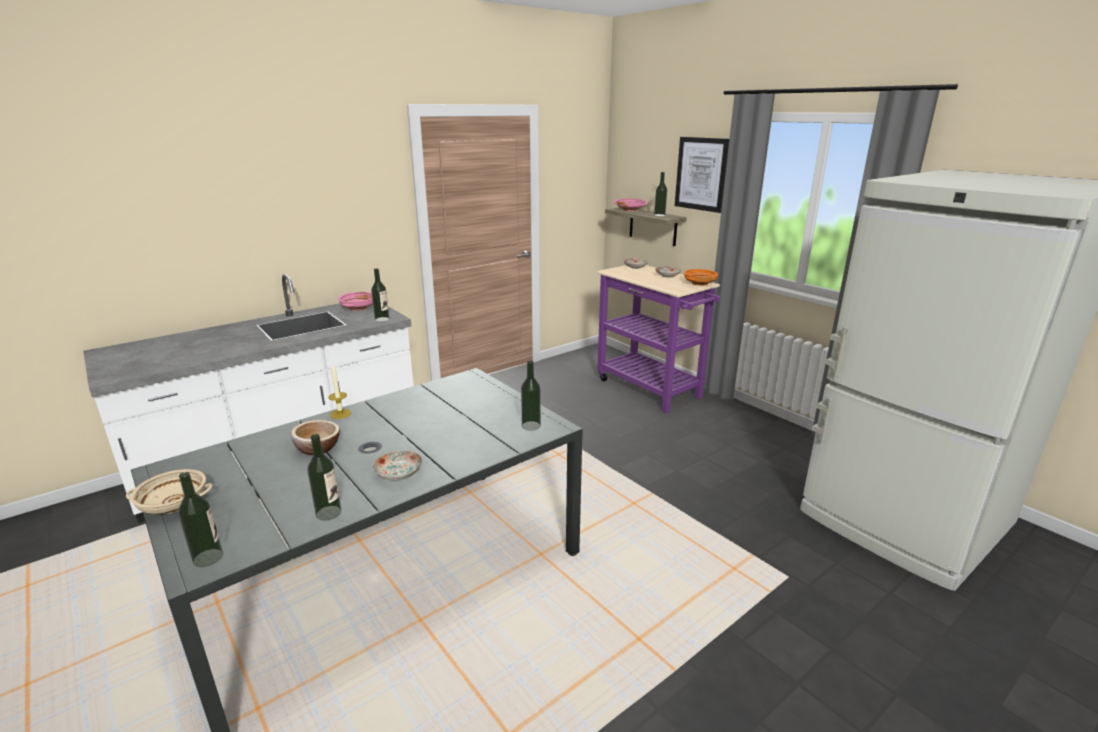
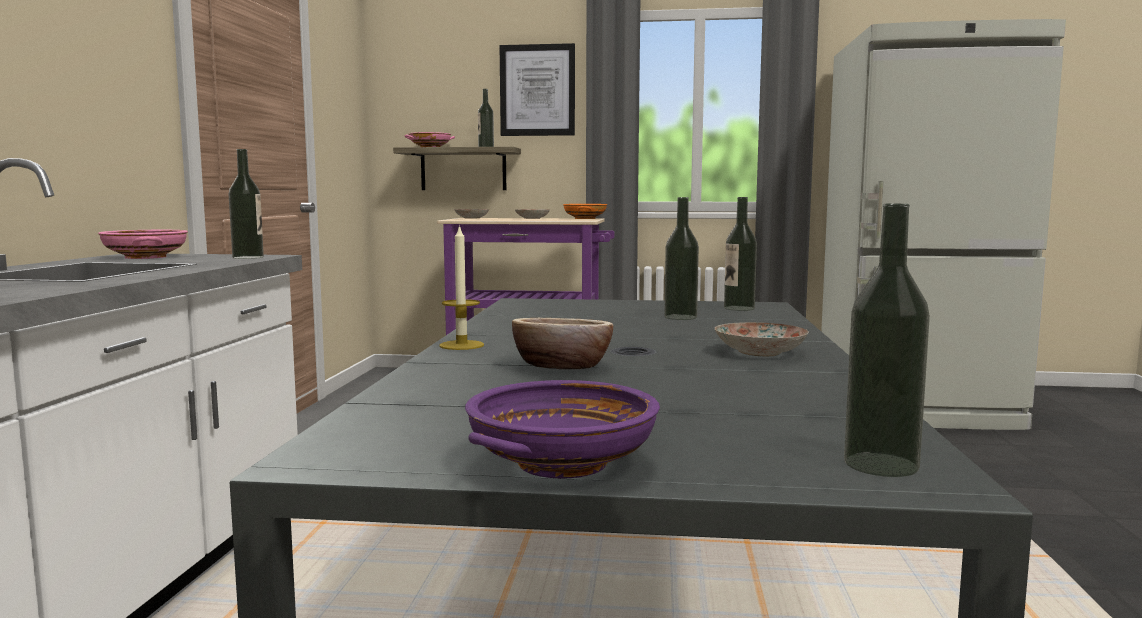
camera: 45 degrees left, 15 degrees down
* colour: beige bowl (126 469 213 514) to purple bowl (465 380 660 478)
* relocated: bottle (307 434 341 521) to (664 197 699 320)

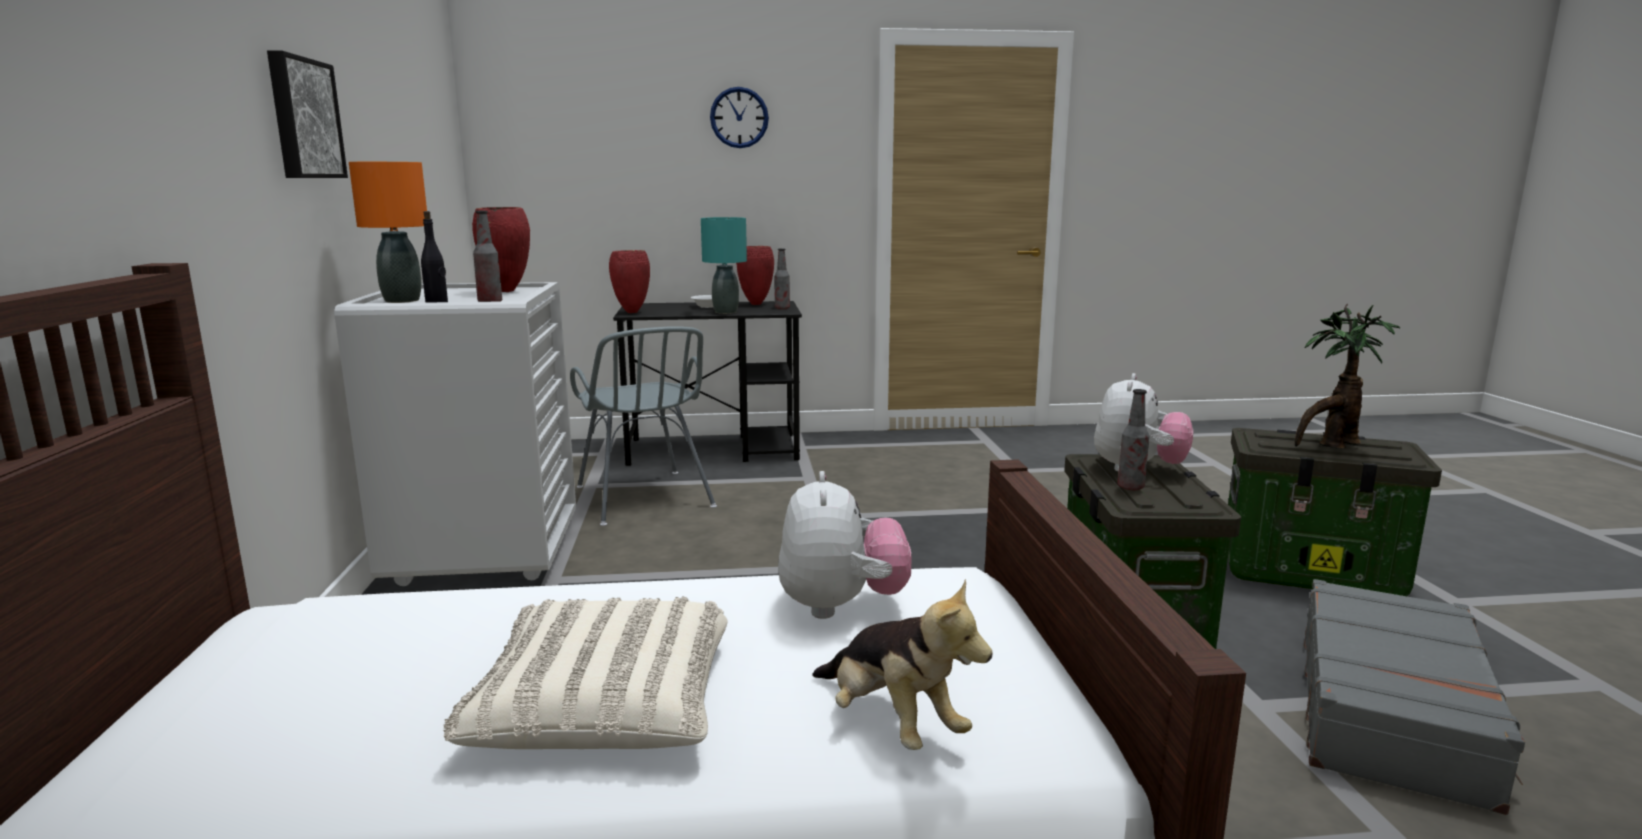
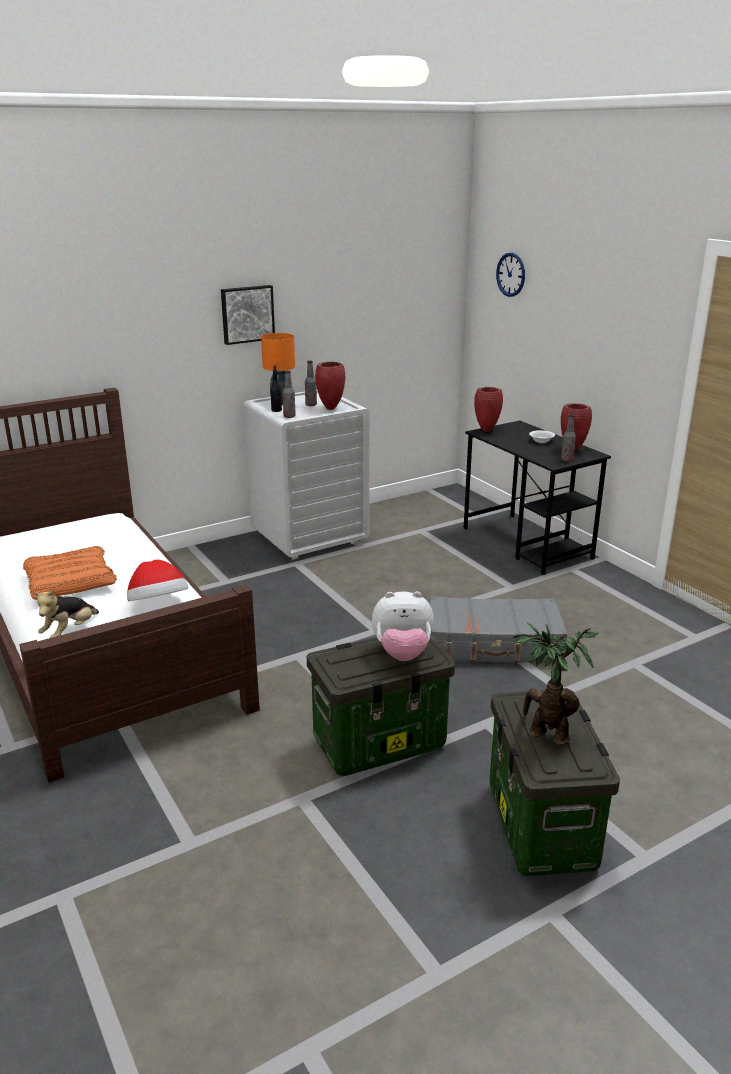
camera: 65 degrees right, 10 degrees up
* colour: beige pillow (442 596 728 749) to orange pillow (23 546 117 600)
* missing: grey chair (570 326 717 526)
* missing: turquoise table lamp (701 217 747 314)
* relocated: wall clock (710 87 769 148) to (496 253 525 297)
* exchanged: plush toy (778 471 912 619) to hat (127 560 188 601)
* relocated: bottle (1117 389 1149 490) to (305 360 317 406)
* relocated: grey suitcase (1304 579 1525 815) to (429 597 568 663)

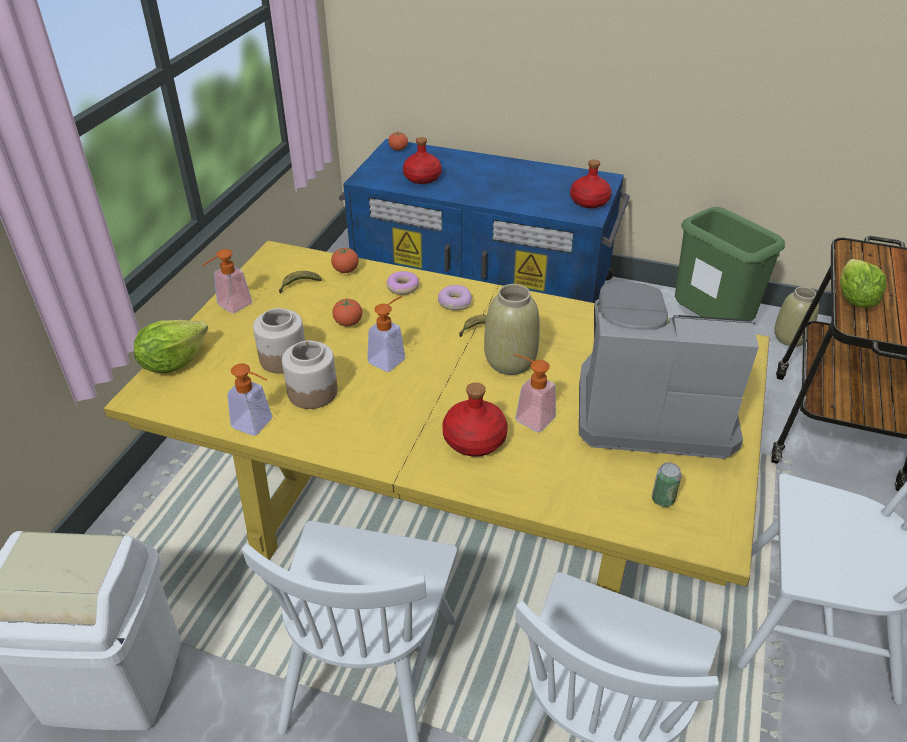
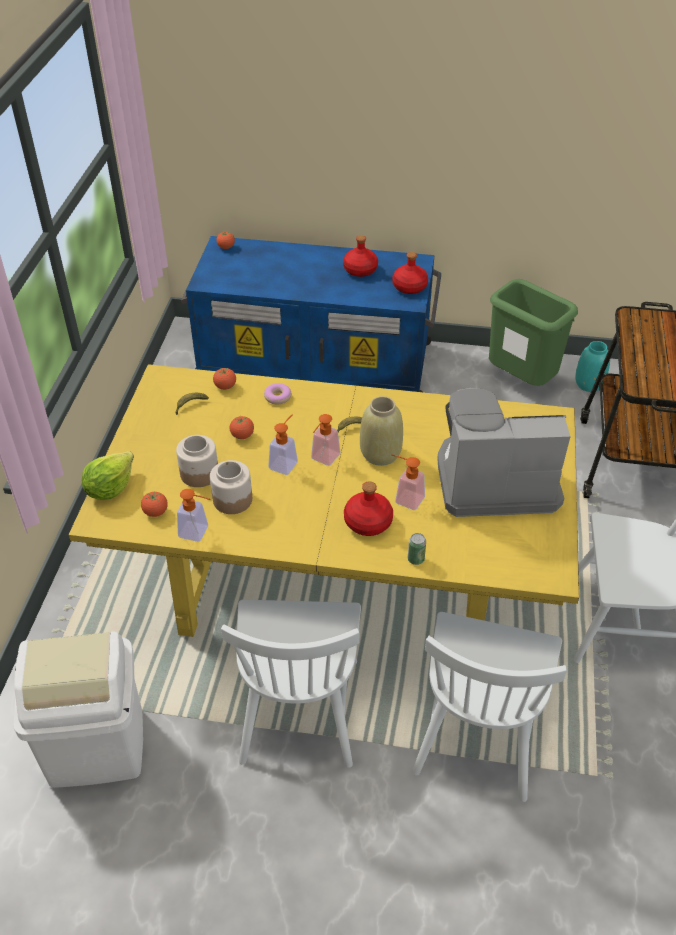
camera: 10 degrees left, 5 degrees up
* relocated: soap dispenser (202 249 252 313) to (311 414 341 466)
* relocated: red bottle (403 137 442 184) to (343 235 378 277)
* missing: donut (438 285 472 310)
* relocated: can (652 462 682 507) to (408 533 426 565)
* colour: beige vase (774 287 819 347) to turquoise vase (575 341 610 392)
* missing: lettuce (840 259 886 308)
* appeared: tomato (141 492 168 517)

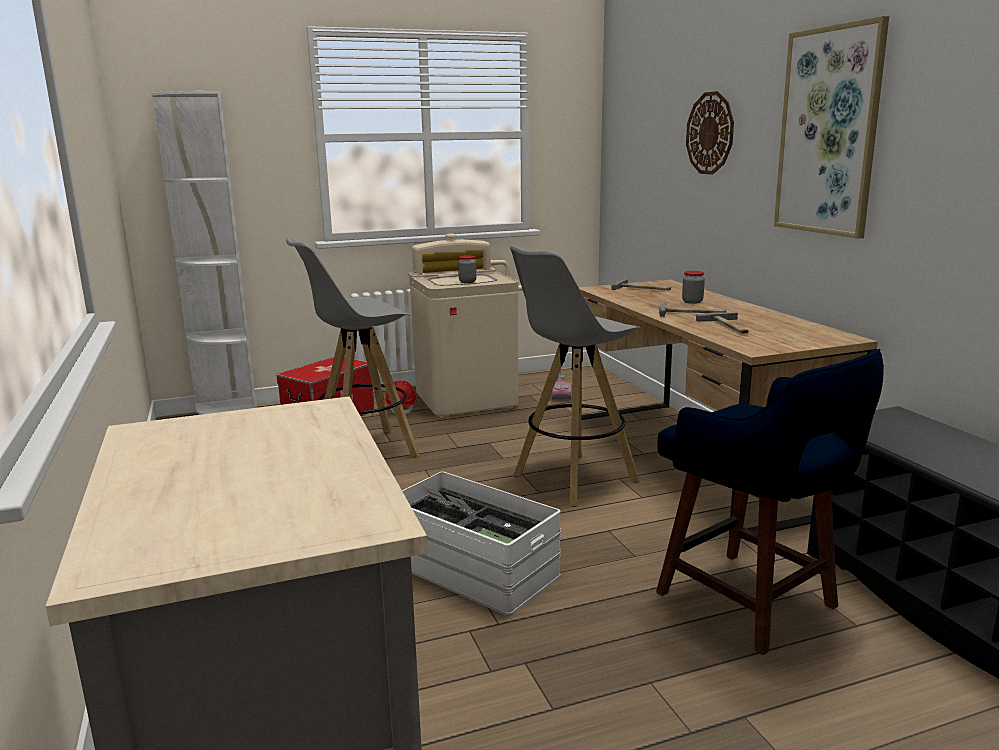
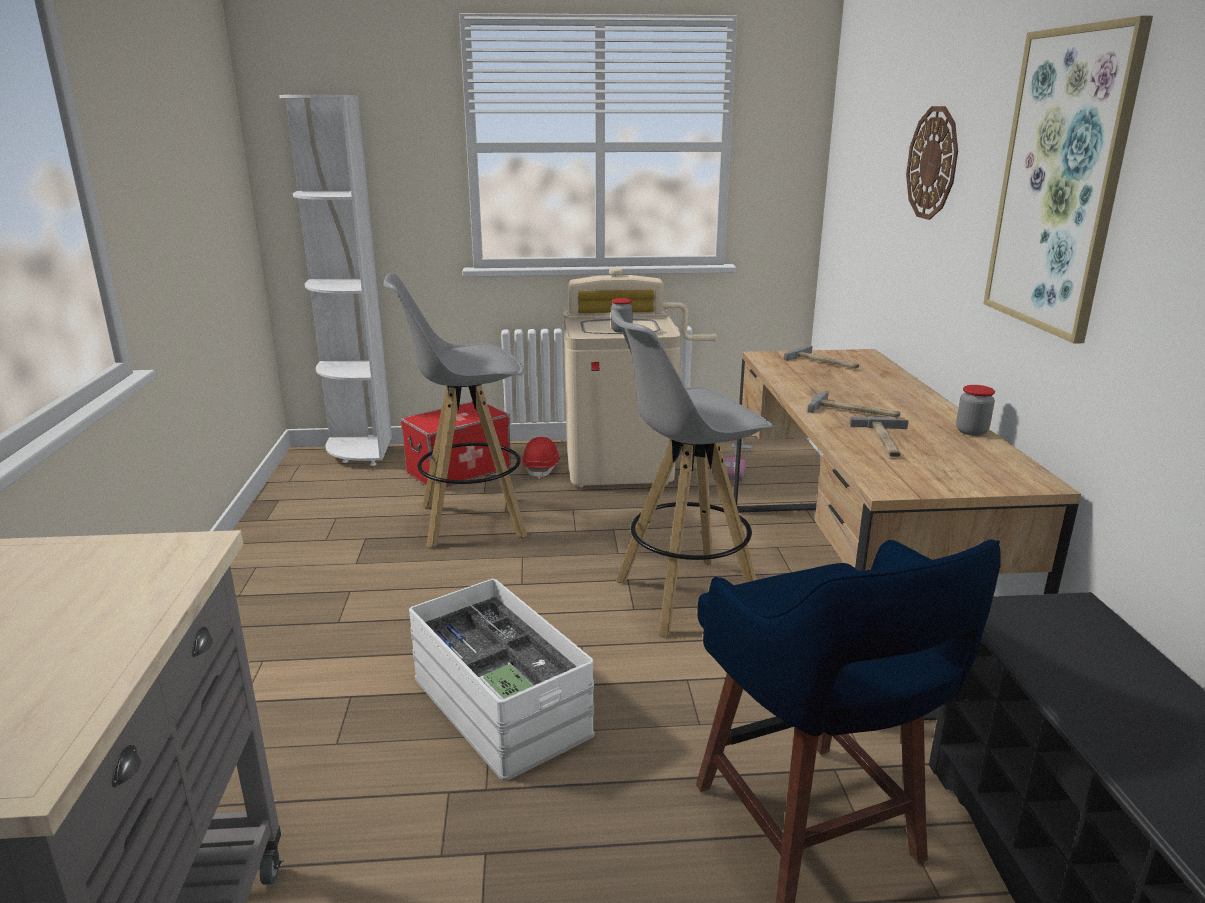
camera: 15 degrees right, 5 degrees up
* relocated: jar (682 271 705 304) to (956 385 995 436)

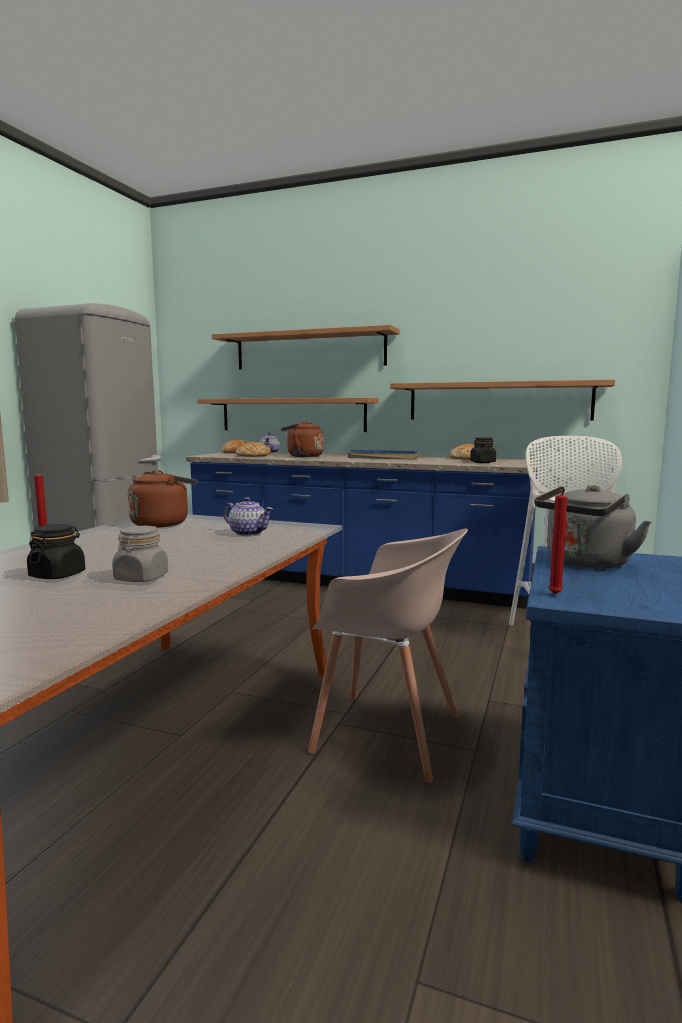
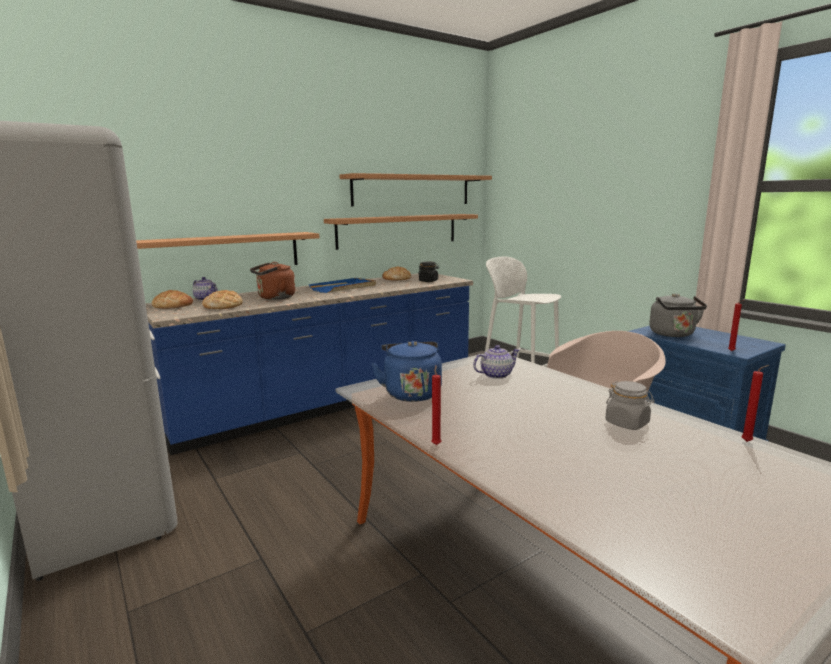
camera: 55 degrees left, 5 degrees up
* missing: black jar (27 524 85 579)
* colour: brown kettle (128 470 197 528) to blue kettle (371 341 442 402)
* relocated: shelf (212 325 400 370) to (339 173 492 207)
* appeared: red candle (742 365 769 442)

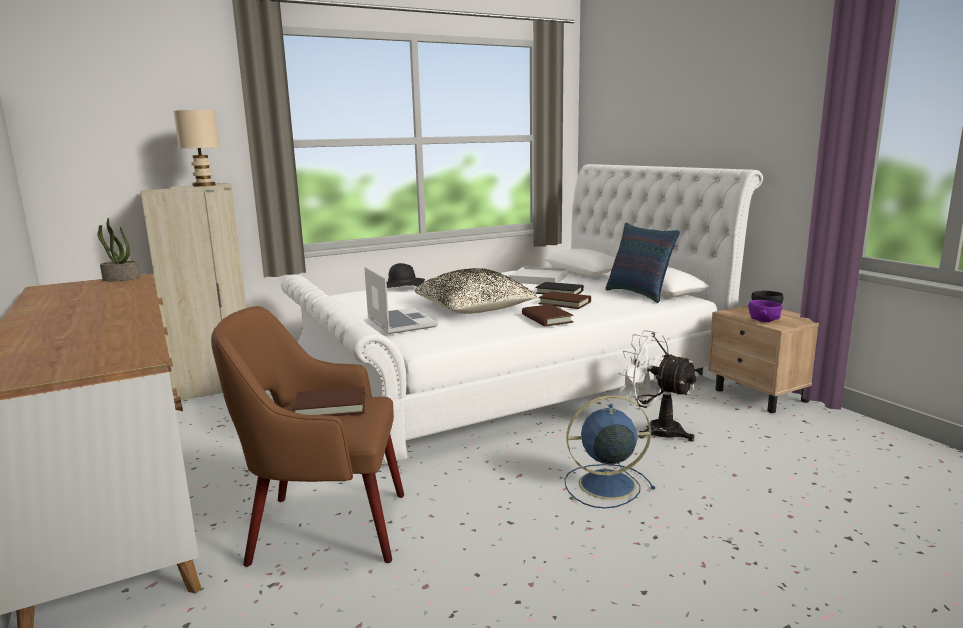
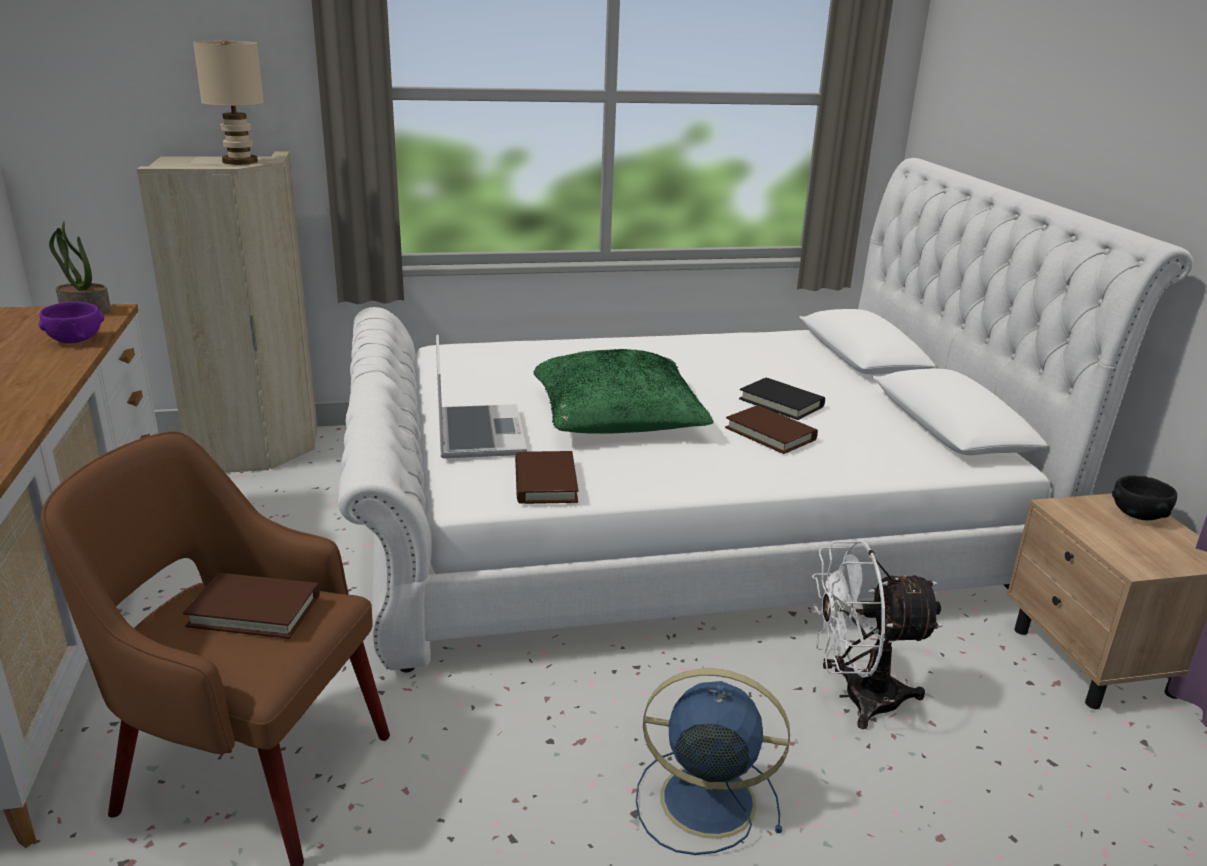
camera: 15 degrees right, 10 degrees up
* missing: black hat (387 263 425 288)
* colour: beige pillow (415 268 537 314) to green pillow (533 349 713 434)
* missing: white tray (509 266 568 285)
* relocated: brown book (522 304 574 326) to (515 451 578 504)
* missing: blue pillow (606 223 680 303)
* spun: white fan (618 330 699 442) = (811 540 943 729) 60 degrees counterclockwise
* relocated: purple bowl (748 300 782 322) to (38 302 104 343)

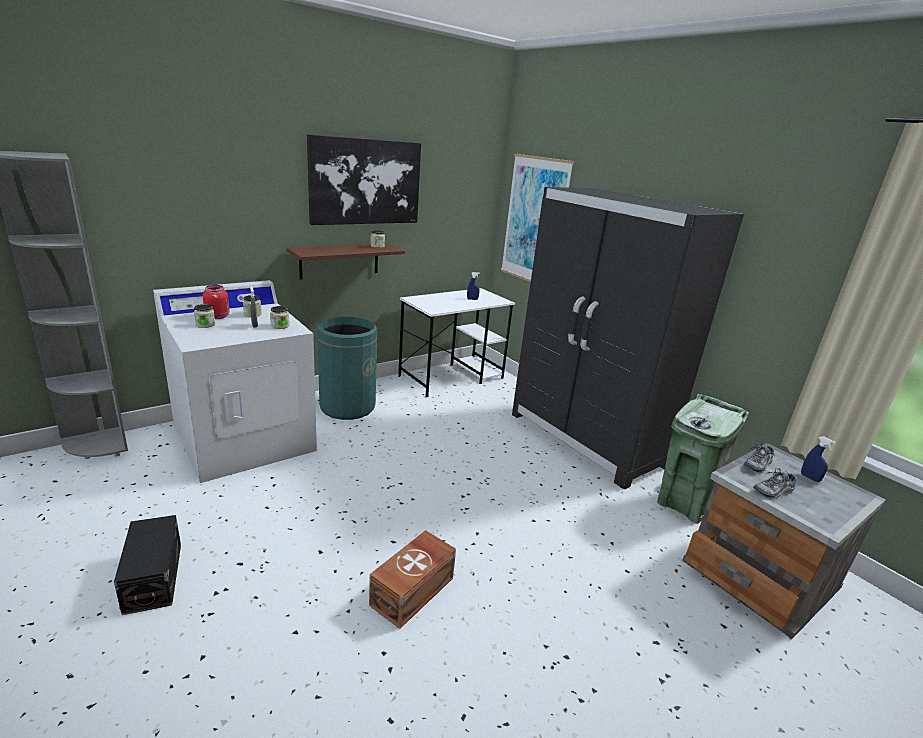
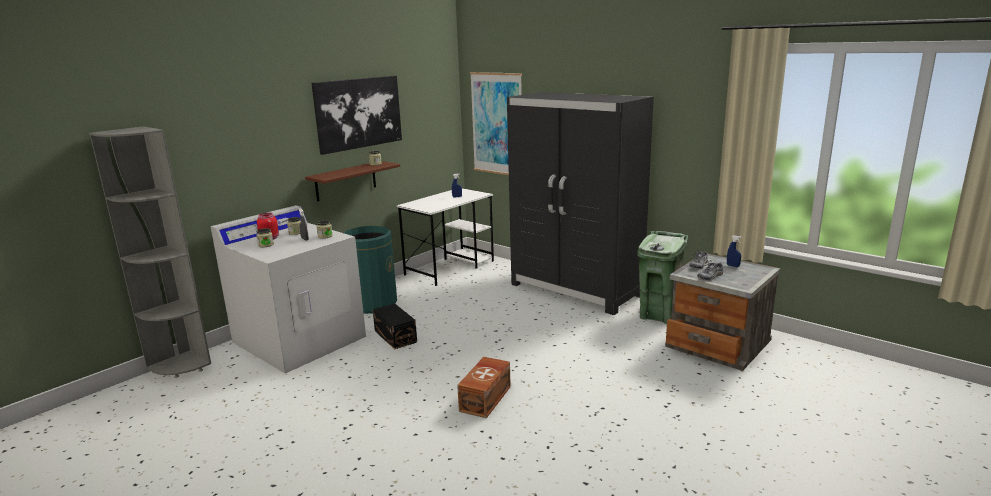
camera: 10 degrees left, 5 degrees down
* relocated: black storage box (114 515 181 615) to (373 303 417 349)

